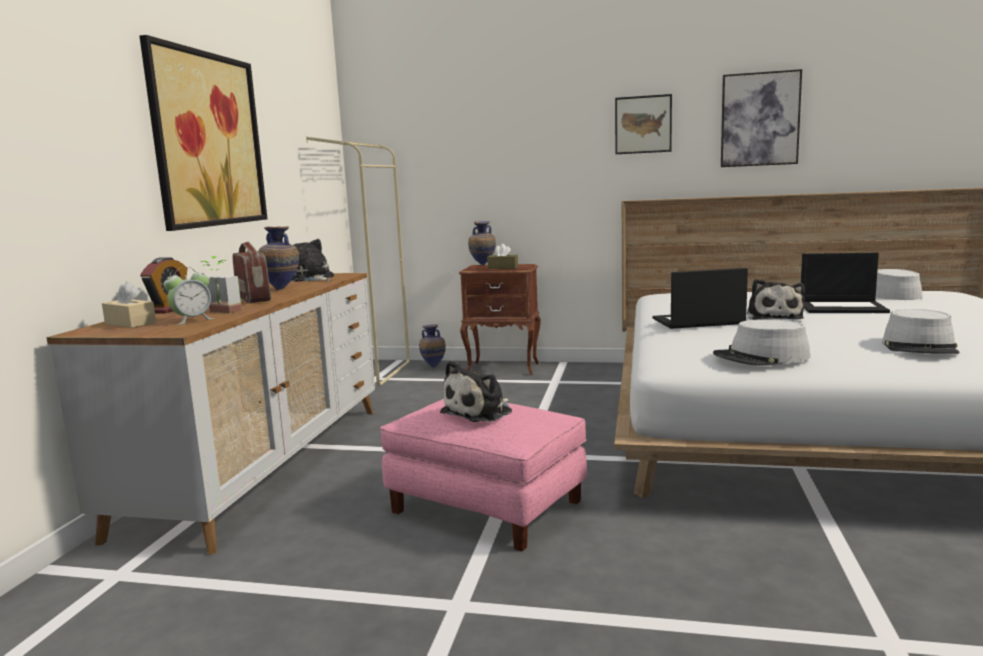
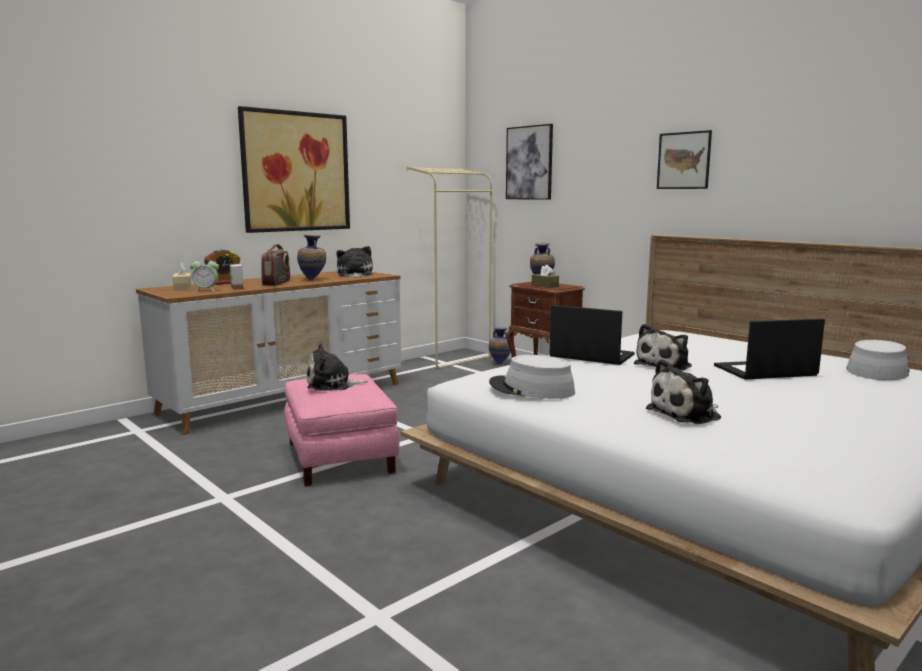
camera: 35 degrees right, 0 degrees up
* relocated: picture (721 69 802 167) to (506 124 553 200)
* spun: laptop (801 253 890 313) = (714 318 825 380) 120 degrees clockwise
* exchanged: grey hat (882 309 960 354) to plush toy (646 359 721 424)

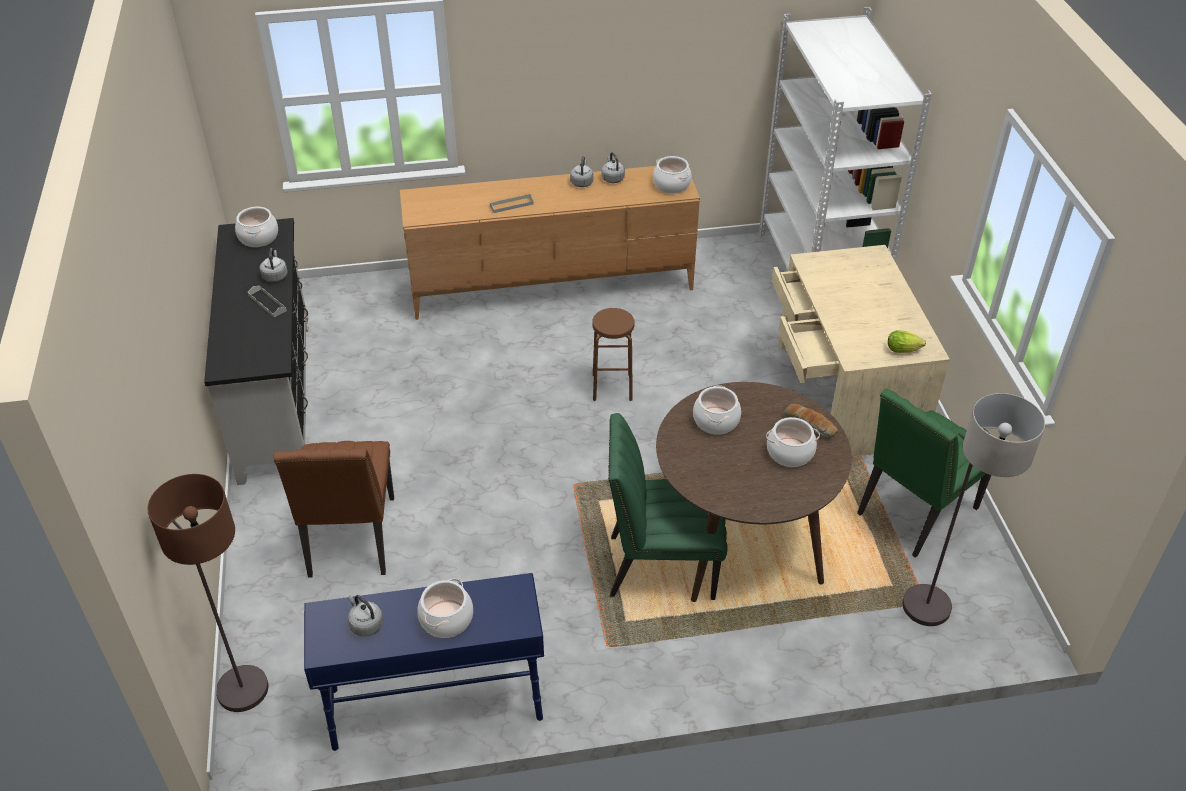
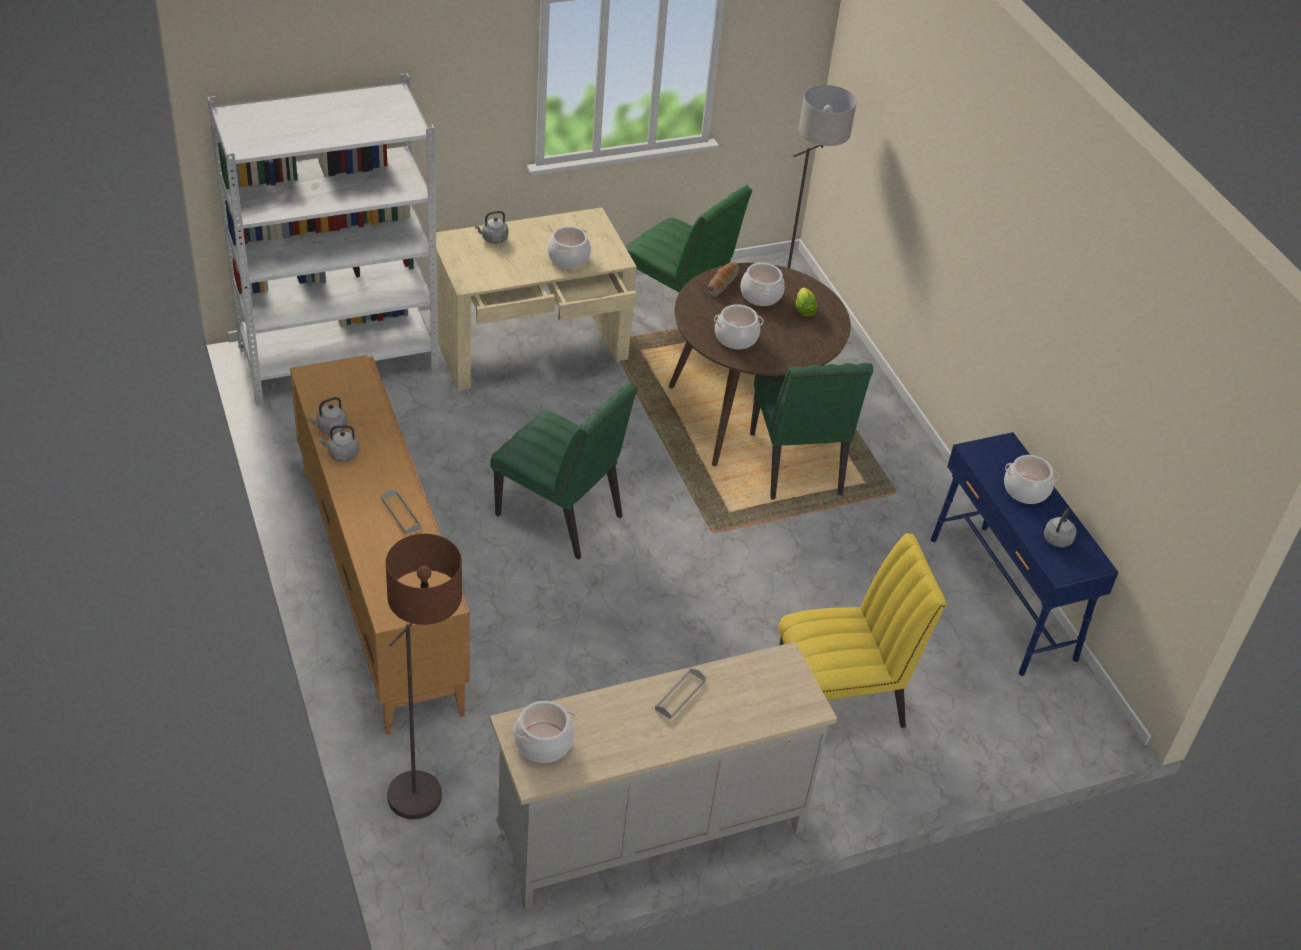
camera: 105 degrees left, 0 degrees up
* relocated: brown floor lamp (148 474 268 712) to (386 534 462 819)
* colour: black dresser (204 218 309 485) to beige dresser (490 642 837 910)
* relocated: grey kettle (260 248 288 282) to (475 211 508 244)
* colour: brown chair (273 441 394 578) to yellow chair (778 533 947 728)
* exchanged: brown stool (592 308 635 401) to green chair (490 382 638 560)
* relocated: cooking pot (653 156 692 194) to (548 226 591 269)
* relocated: lettuce (888 330 926 353) to (796 288 817 317)

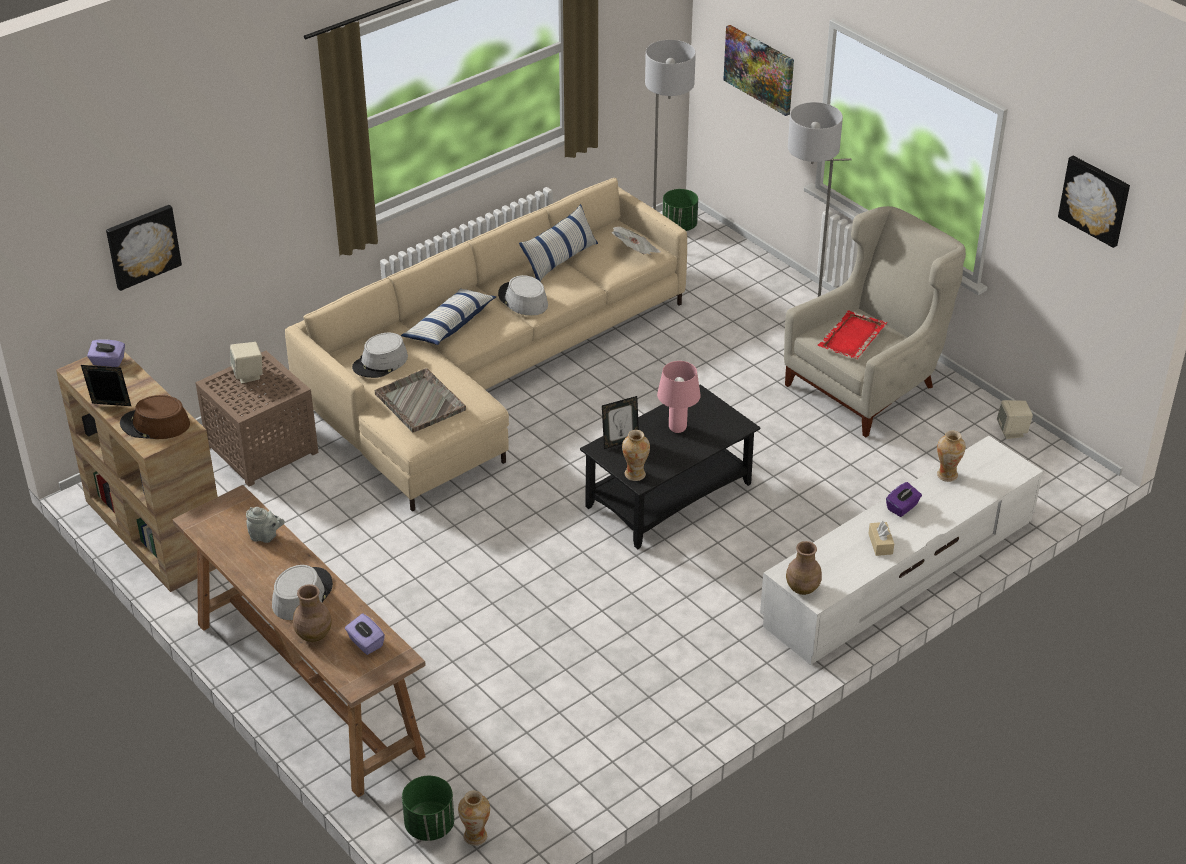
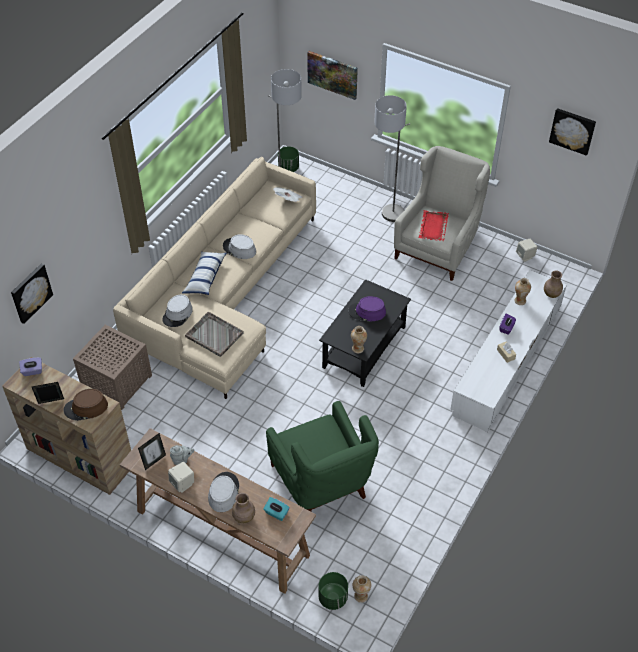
camera: 20 degrees left, 10 degrees up
* relocated: beige speaker (230 342 263 383) to (168 462 194 493)
* colour: purple tissue box (345 614 385 655) to turquoise tissue box (263 497 290 521)
* missing: pillow (519 204 598 281)
* relocated: picture frame (602 396 639 449) to (138 433 166 470)
* exchanged: pink table lamp (657 361 701 433) to purple hat (348 296 386 321)
* relocated: brown vase (786 541 822 595) to (544 271 563 298)
* appeared: green armchair (266 401 379 512)

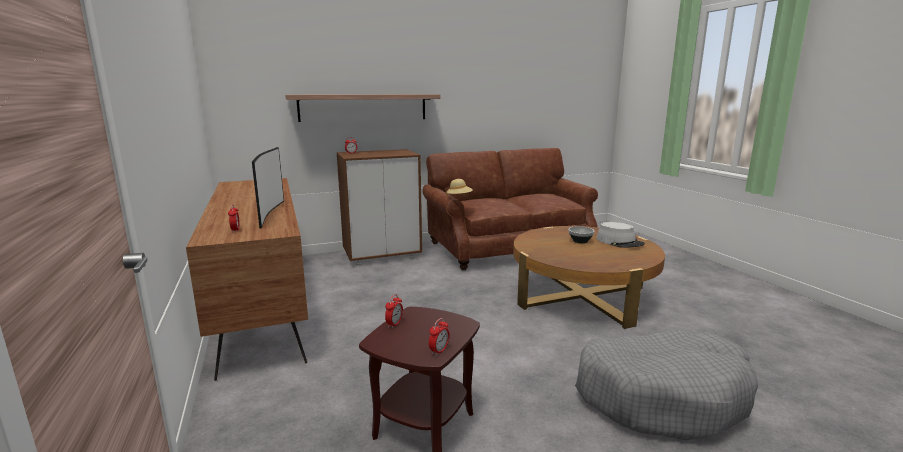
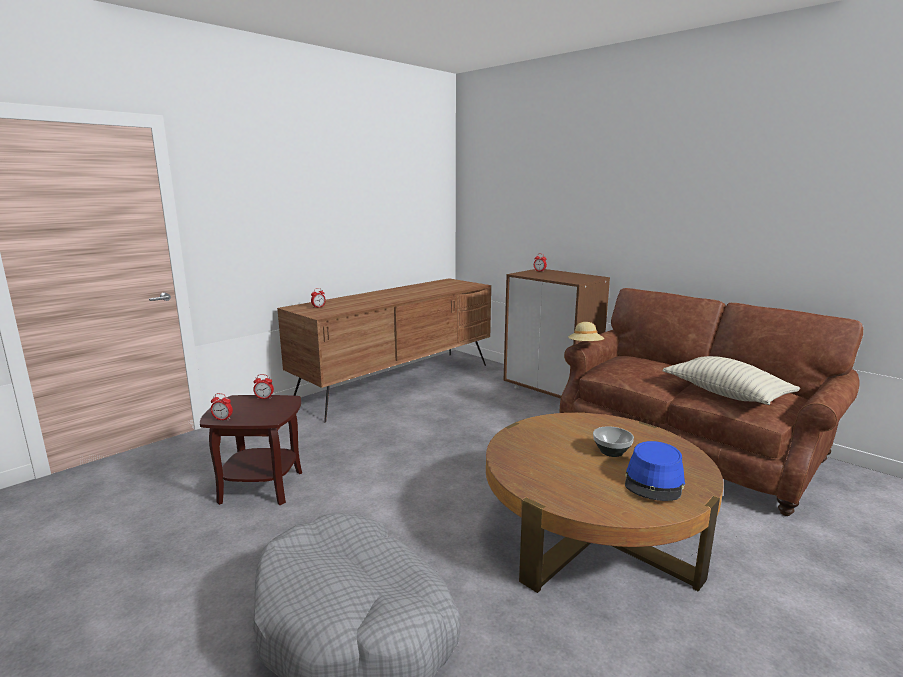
camera: 65 degrees right, 0 degrees up
* missing: television (252 147 284 229)
* missing: shelf (285 94 441 122)
* colour: grey hat (596 222 645 248) to blue hat (625 441 685 501)
* appeared: pillow (662 356 800 405)

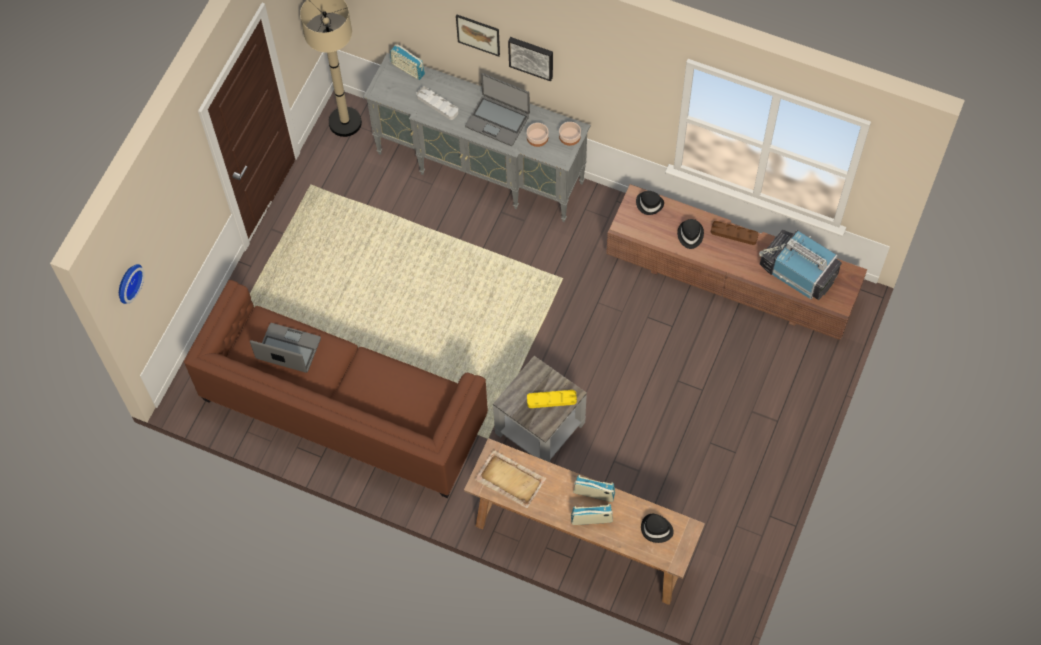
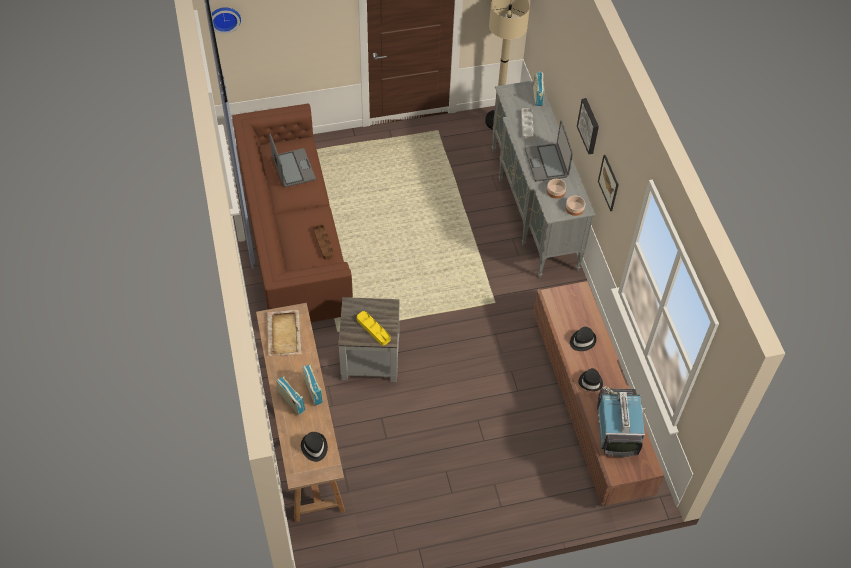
camera: 50 degrees right, 10 degrees down
* relocated: picture (456 15 500 57) to (598 155 619 211)
* relocated: black hat (636 191 664 215) to (578 368 603 391)
* relocated: brown tray (711 221 759 245) to (313 225 334 260)

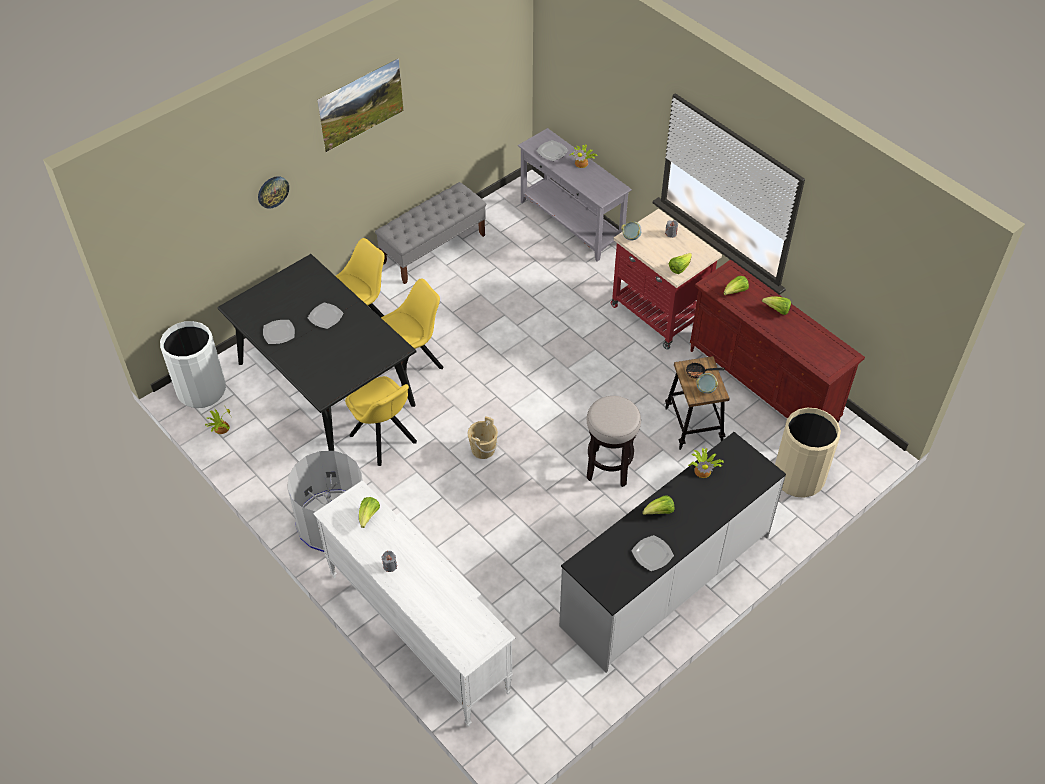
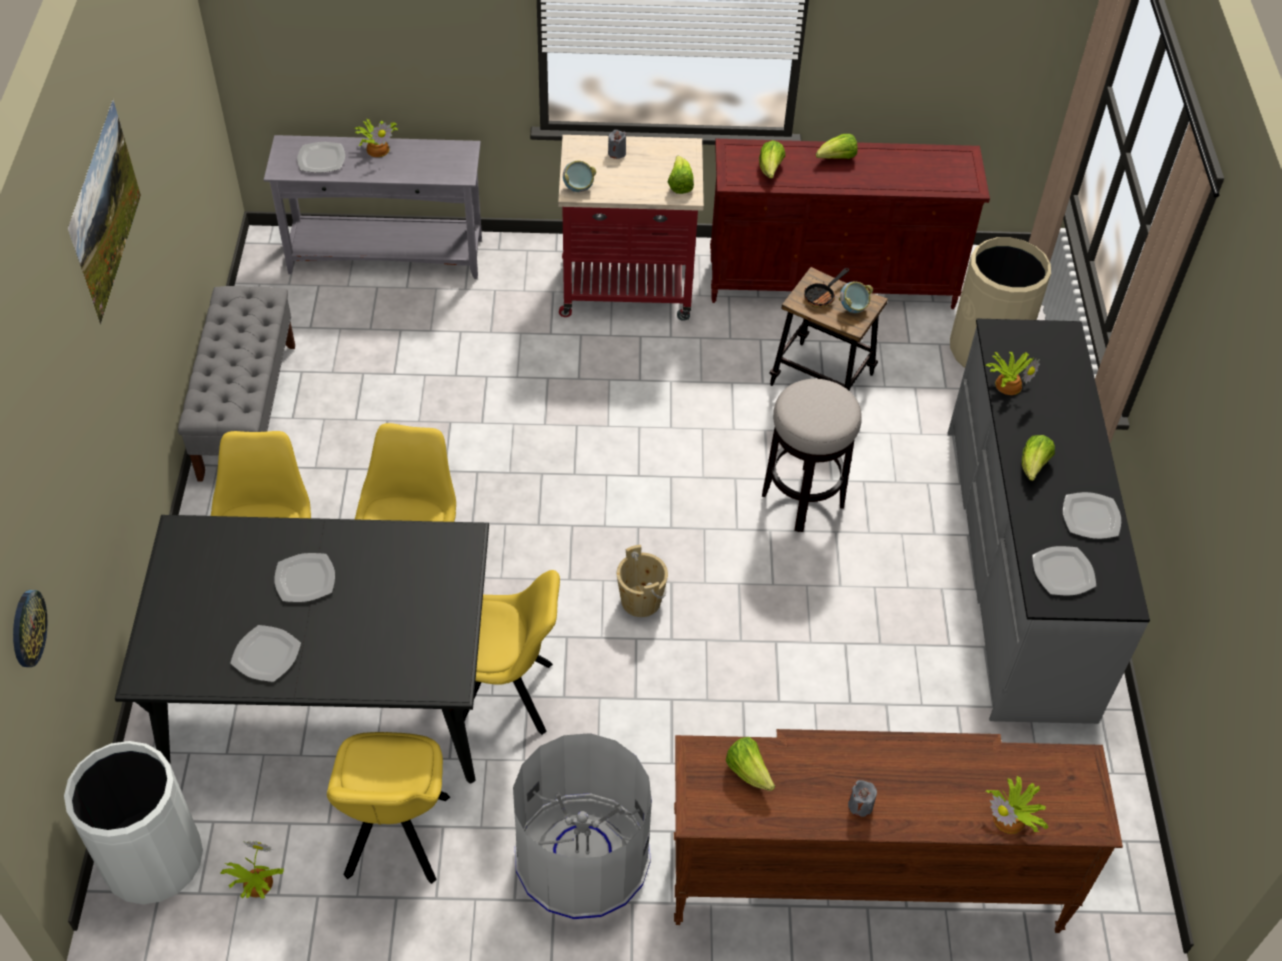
camera: 50 degrees left, 0 degrees up
* relocated: wall clock (258 176 289 209) to (13 590 47 667)
* colour: white cabinet (313 480 516 727) to brown cabinet (674 729 1123 933)
* appeared: yellow chair (327 732 450 884)
* appeared: potted plant (985 776 1048 834)
* appeared: plate (1032 546 1096 596)

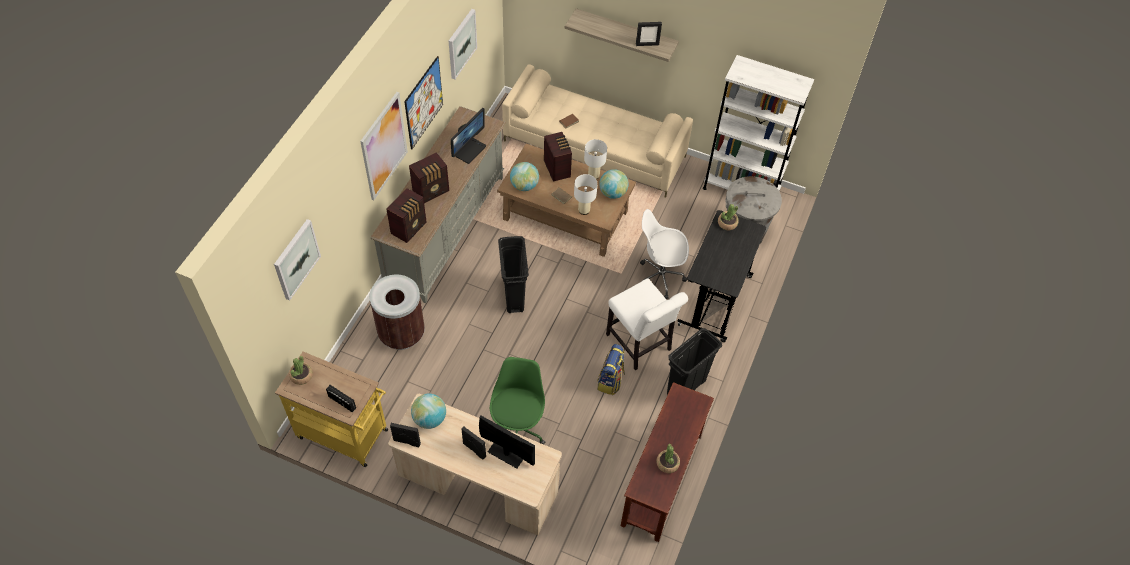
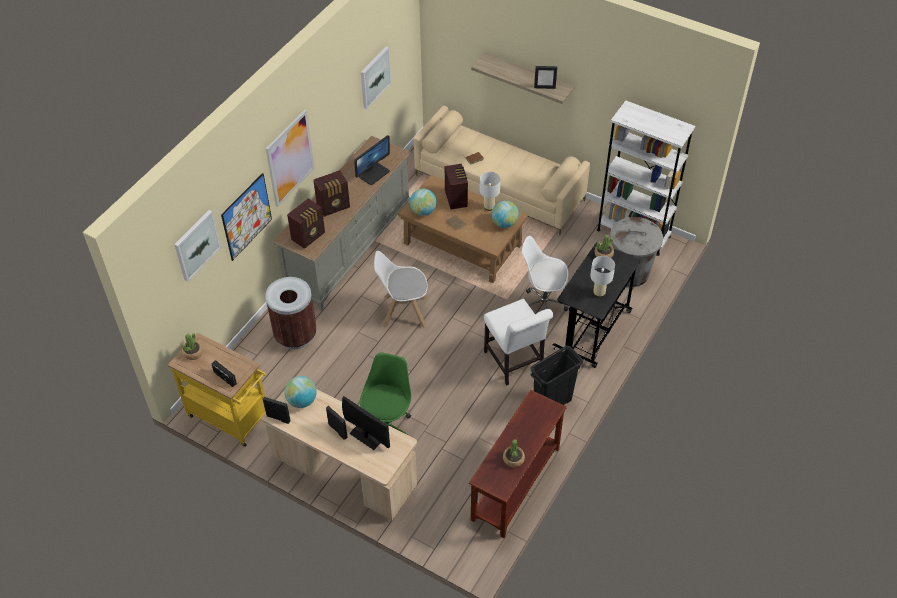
camera: 10 degrees right, 5 degrees down
* relocated: picture (404 56 443 149) to (221 173 272 261)
* exchanged: black trash can (498 236 529 313) to chair (374 251 428 328)
* relocated: white table lamp (574 174 597 215) to (590 256 615 297)
* missing: backpack (597 344 625 395)

